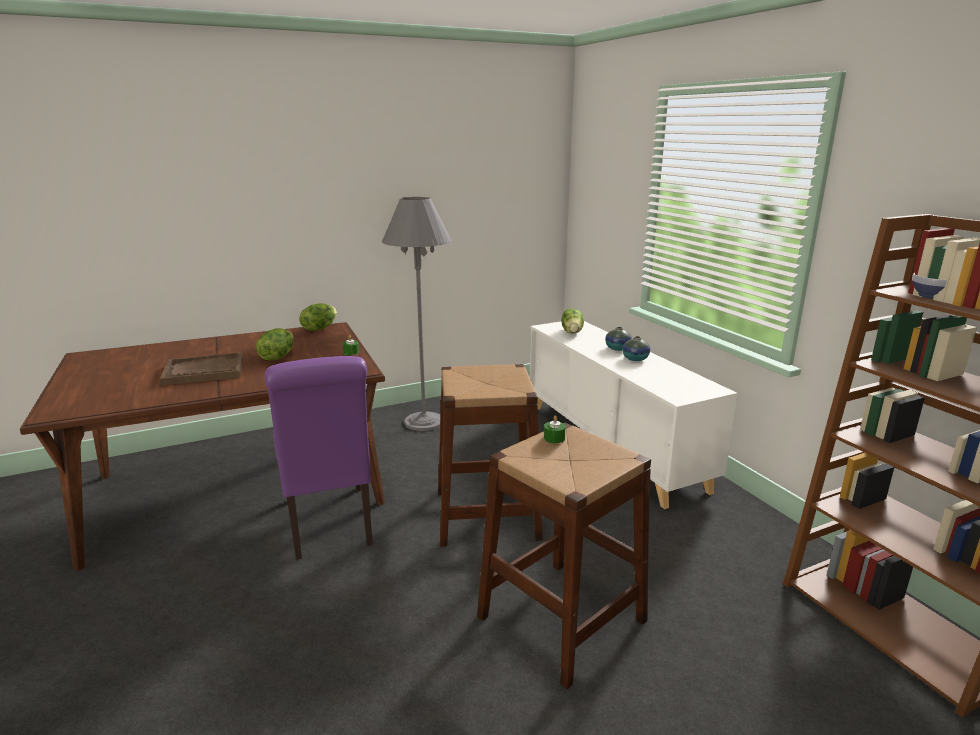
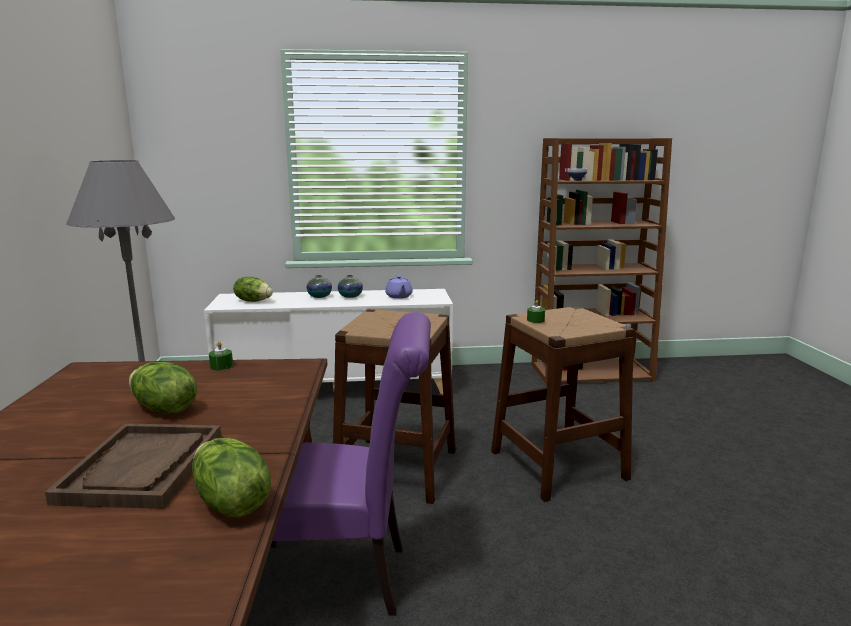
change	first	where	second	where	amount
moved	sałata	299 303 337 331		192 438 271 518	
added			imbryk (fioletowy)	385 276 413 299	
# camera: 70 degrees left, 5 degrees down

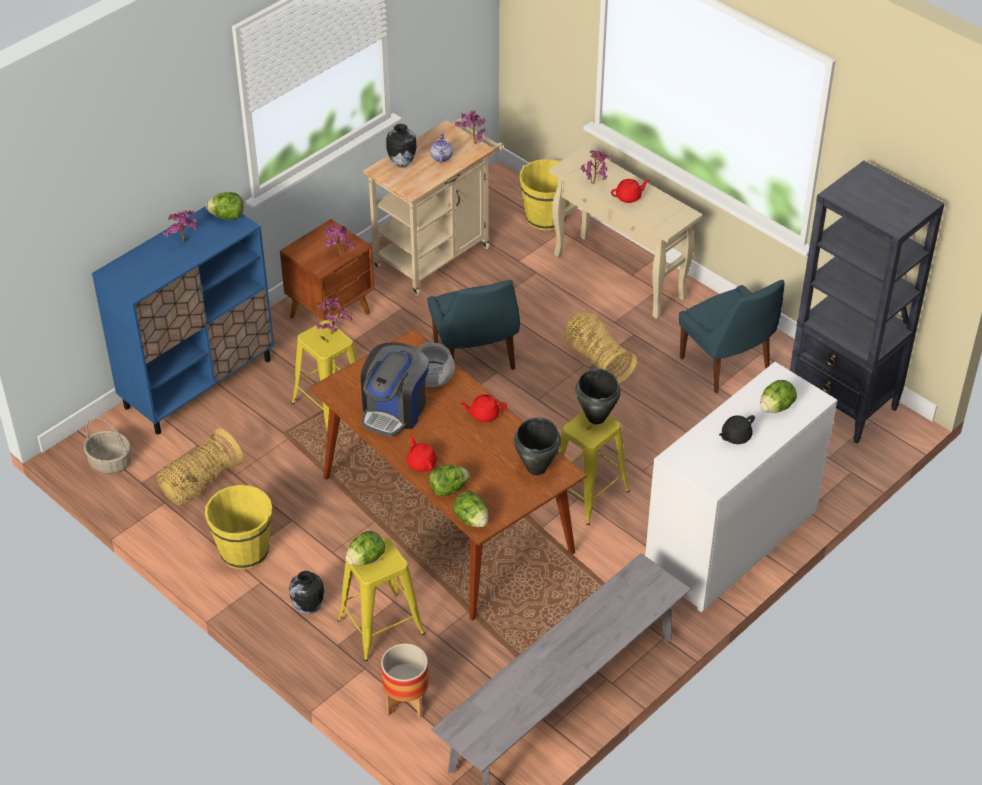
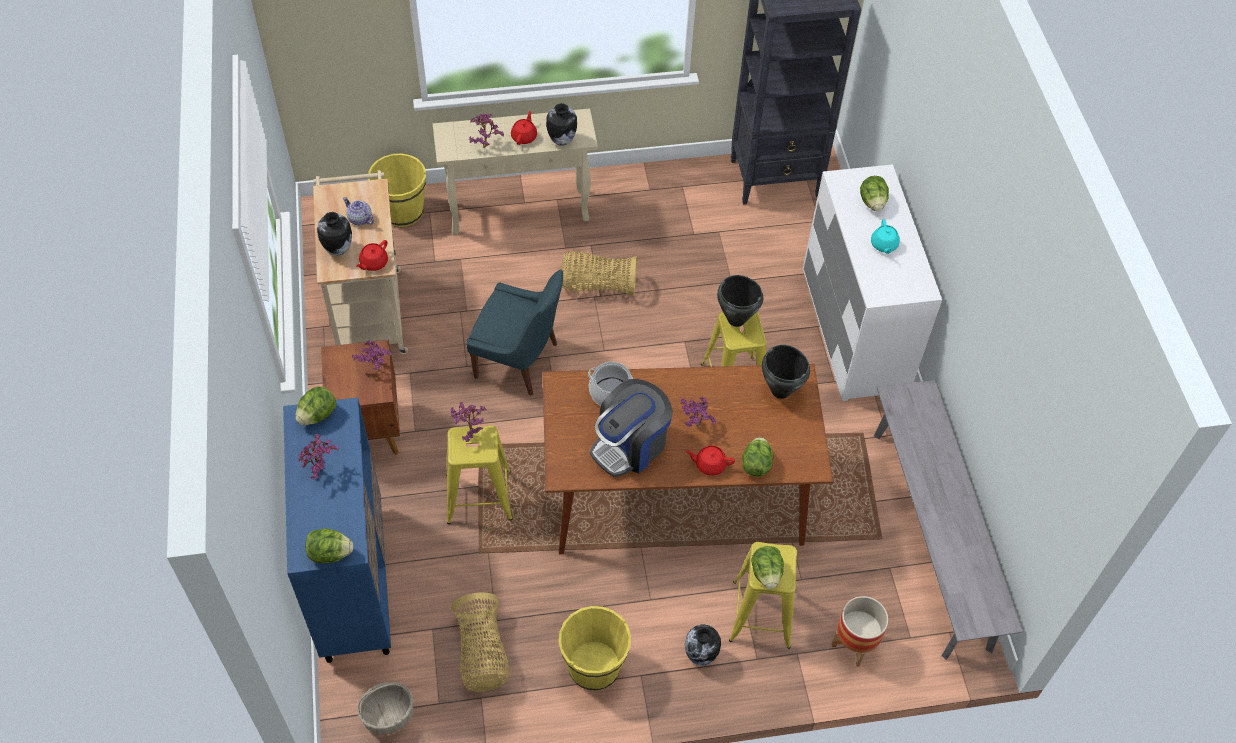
change	first	where	second	where	amount
turned	ekspres do kawy	361 342 429 437		590 379 673 477	75 degrees clockwise
moved	sałata	453 491 489 527		306 528 353 563	
moved	roślina doniczkowa	456 110 486 144		680 397 716 427	
moved	imbryk (czerwony)	460 395 507 422		356 240 388 271	
removed	krzesło (niebieski)	679 280 784 393			
recoloured	imbryk (czarny)	719 415 755 444	imbryk (turkusowy)	871 219 900 254	
added			wazon	546 103 577 146	
# camera: 55 degrees left, 10 degrees up

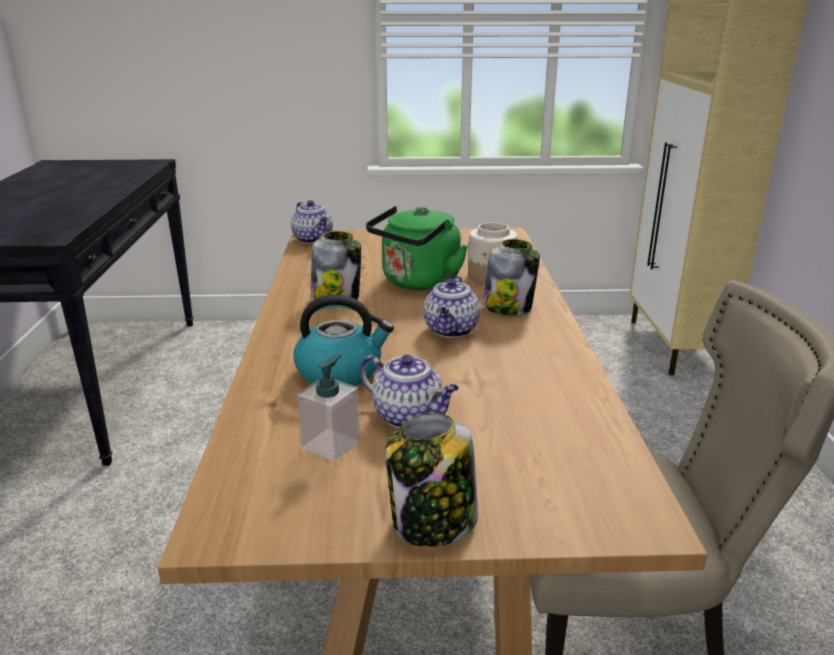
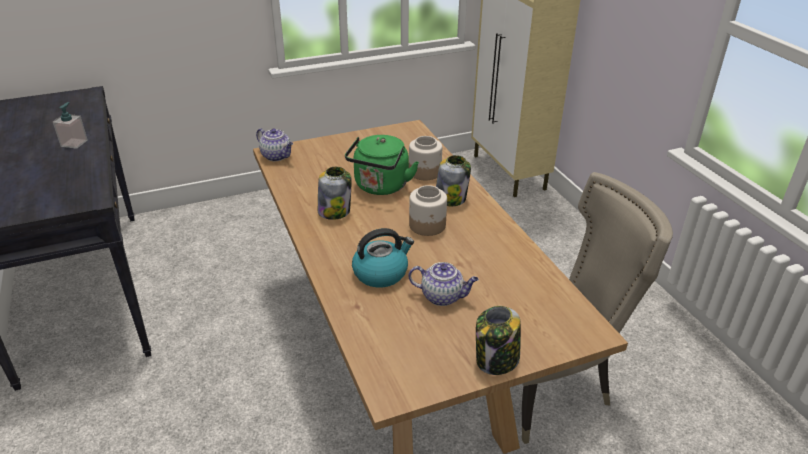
change	first	where	second	where	amount
moved	dozownik mydła	297 354 360 461		53 102 88 149	
replaced	imbryk	424 276 480 338	słoik	409 185 447 236	
# camera: 20 degrees left, 10 degrees up

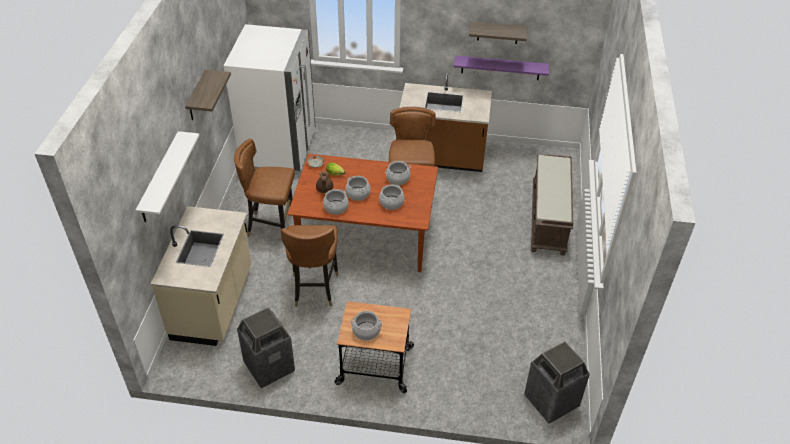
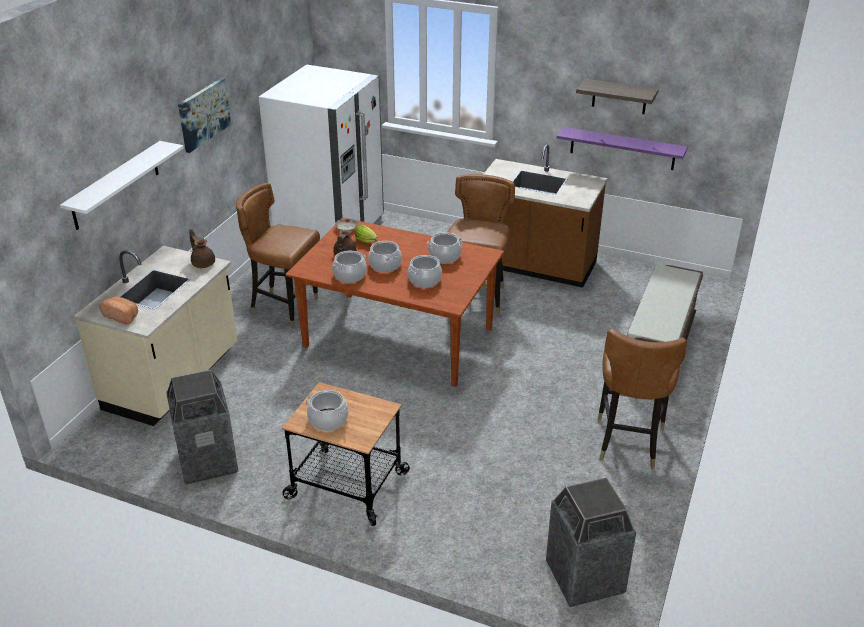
change	first	where	second	where	amount
replaced	półka	185 70 231 120	obraz	178 78 231 153	
moved	krzesło (brązowy)	281 225 338 307		598 329 687 468	
added			chleb	99 296 138 324	
added			imbryk (brązowy)	189 229 215 268	
# camera: 15 degrees right, 10 degrees down

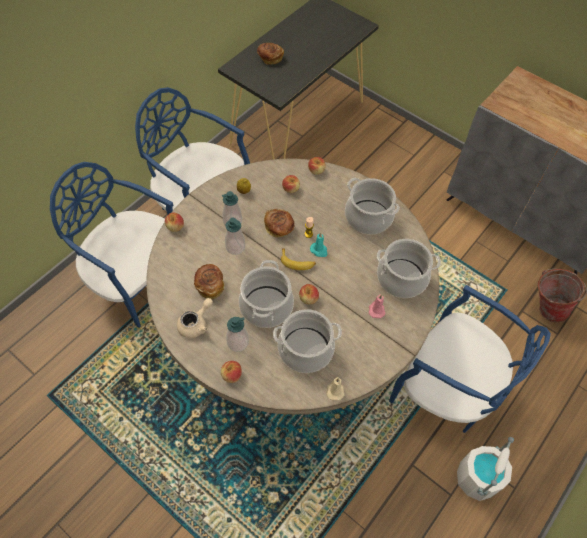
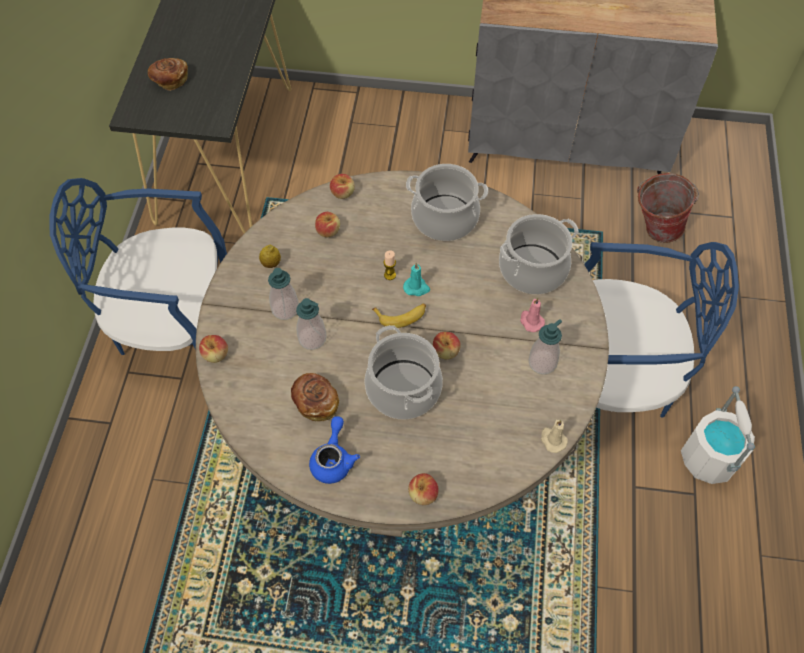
change	first	where	second	where	amount
removed	krzesło (niebieski)	50 162 173 328			
recoloured	imbryk (beżowy)	177 298 213 338	imbryk (niebieski)	309 416 360 484	
moved	dozownik mydła	226 317 249 352		528 319 562 374	
removed	chleb	264 209 294 237			
removed	garnek	273 309 342 373			
# camera: 30 degrees left, 0 degrees up

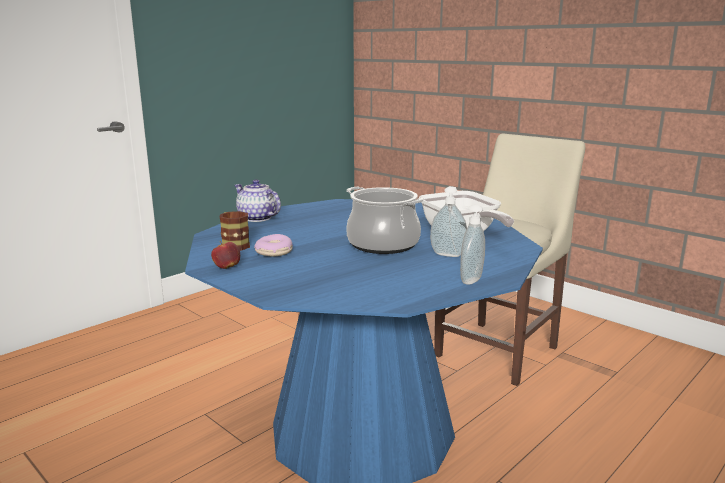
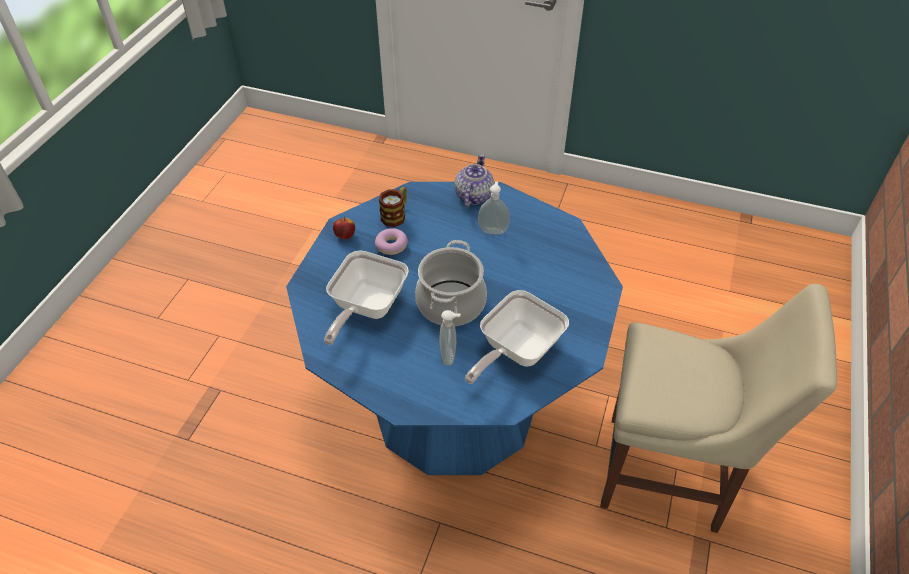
change	first	where	second	where	amount
moved	dozownik mydła	460 204 485 285		478 181 510 234	
added			patelnia	324 250 409 345	
# camera: 65 degrees right, 30 degrees up

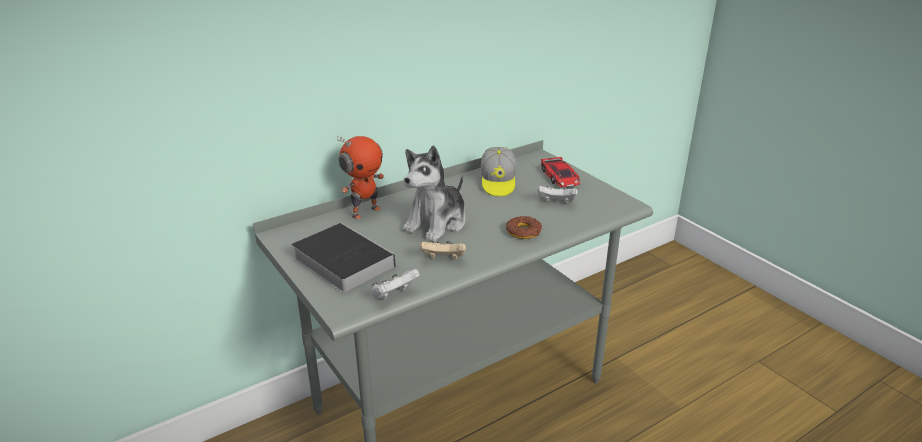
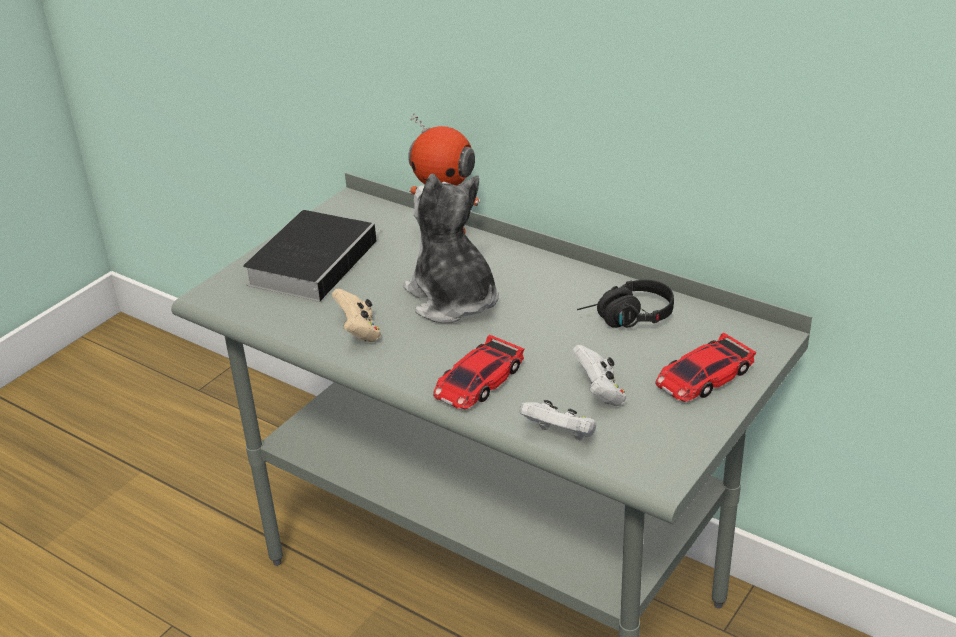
change	first	where	second	where	amount
moved	pad do gier (biały)	372 269 420 300		520 400 596 441	
turned	pluszak	402 145 466 242		404 174 499 323	45 degrees clockwise
replaced	czapka z daszkiem	481 147 516 197	słuchawki (czarny)	577 280 674 328	
replaced	donut	505 216 542 239	samochodzik	433 335 524 409	
# camera: 70 degrees right, 5 degrees up

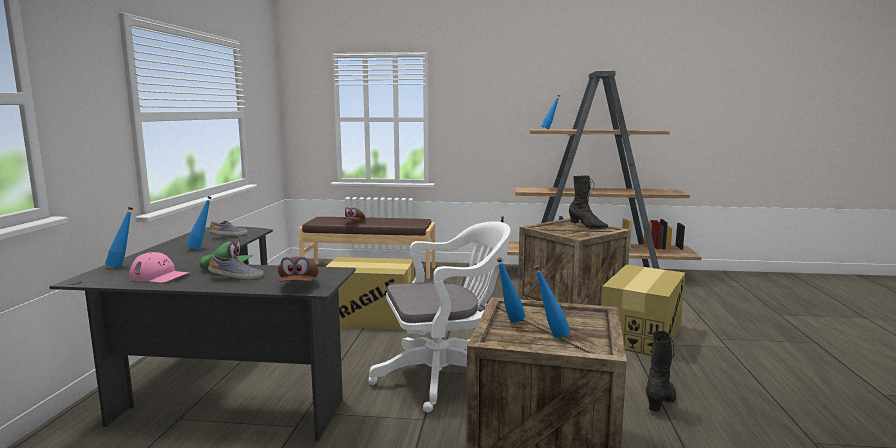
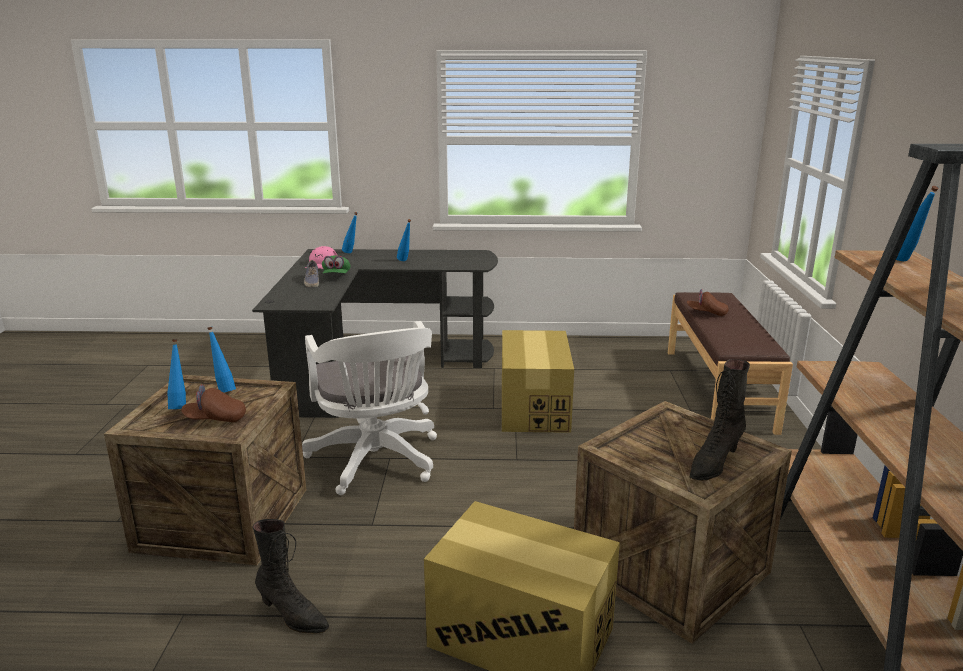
change	first	where	second	where	amount
removed	but	209 221 248 235			
moved	czapka z daszkiem (brązowy)	278 257 319 282		181 385 246 422	
# camera: 85 degrees right, 10 degrees up

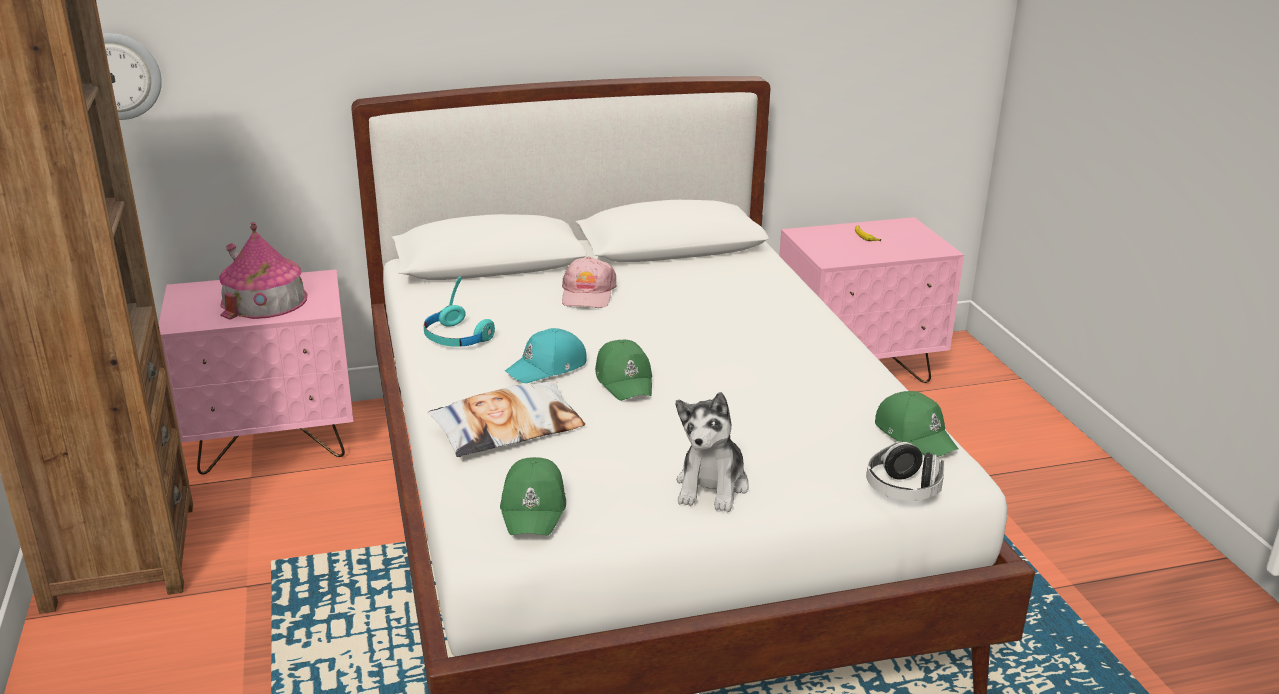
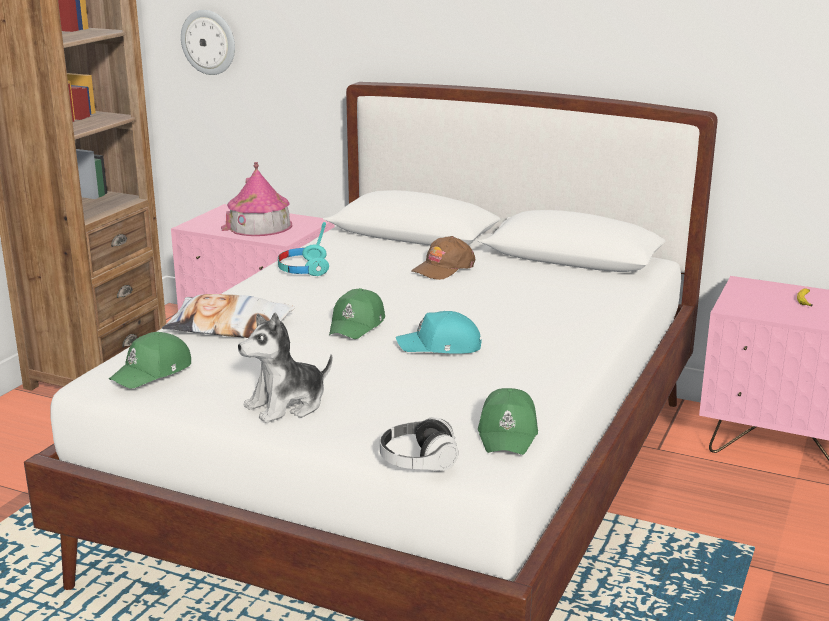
change	first	where	second	where	amount
moved	czapka z daszkiem (turkusowy)	505 328 587 383		396 311 482 354	
recoloured	czapka z daszkiem (różowy)	562 256 617 308	czapka z daszkiem (brązowy)	411 236 475 280	
# camera: 40 degrees right, 5 degrees down

